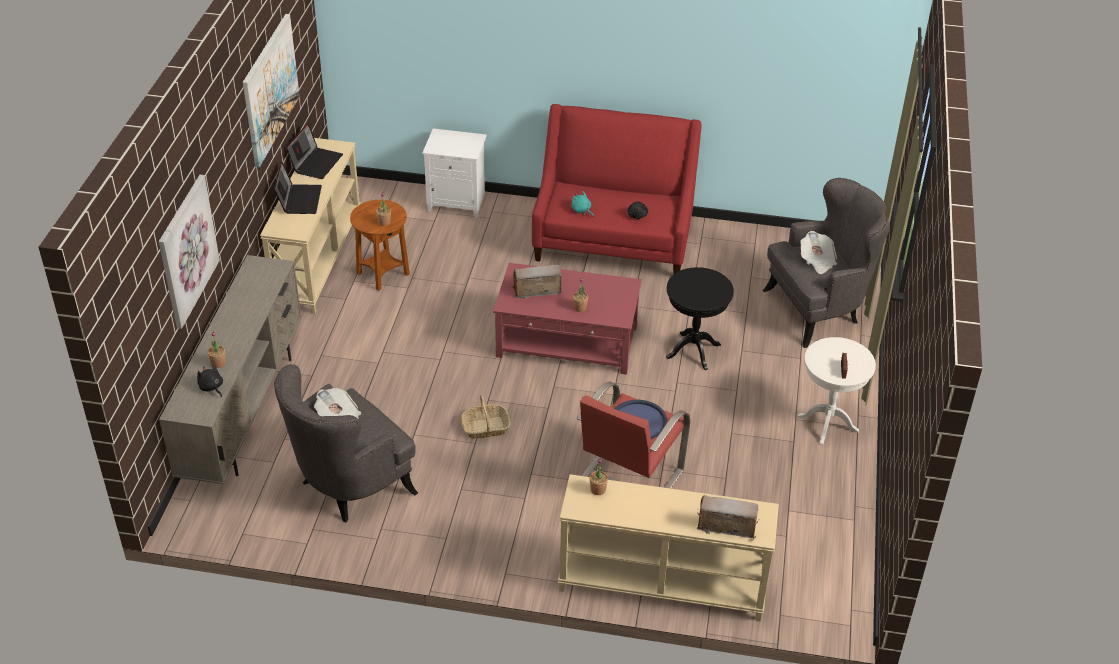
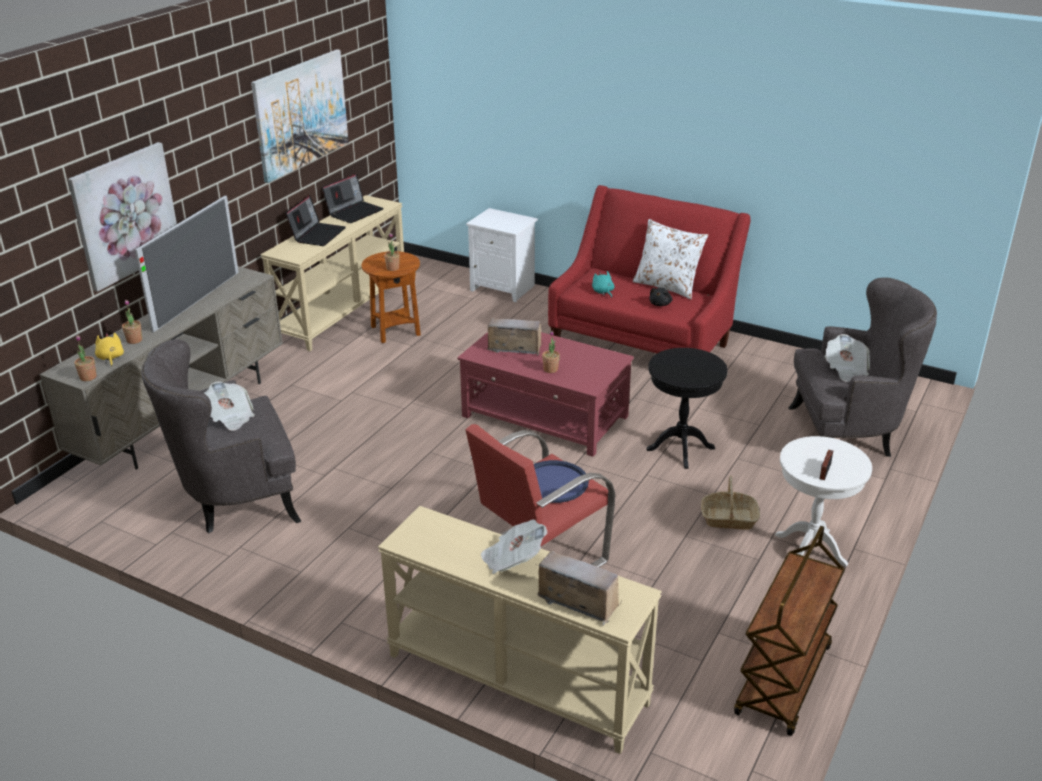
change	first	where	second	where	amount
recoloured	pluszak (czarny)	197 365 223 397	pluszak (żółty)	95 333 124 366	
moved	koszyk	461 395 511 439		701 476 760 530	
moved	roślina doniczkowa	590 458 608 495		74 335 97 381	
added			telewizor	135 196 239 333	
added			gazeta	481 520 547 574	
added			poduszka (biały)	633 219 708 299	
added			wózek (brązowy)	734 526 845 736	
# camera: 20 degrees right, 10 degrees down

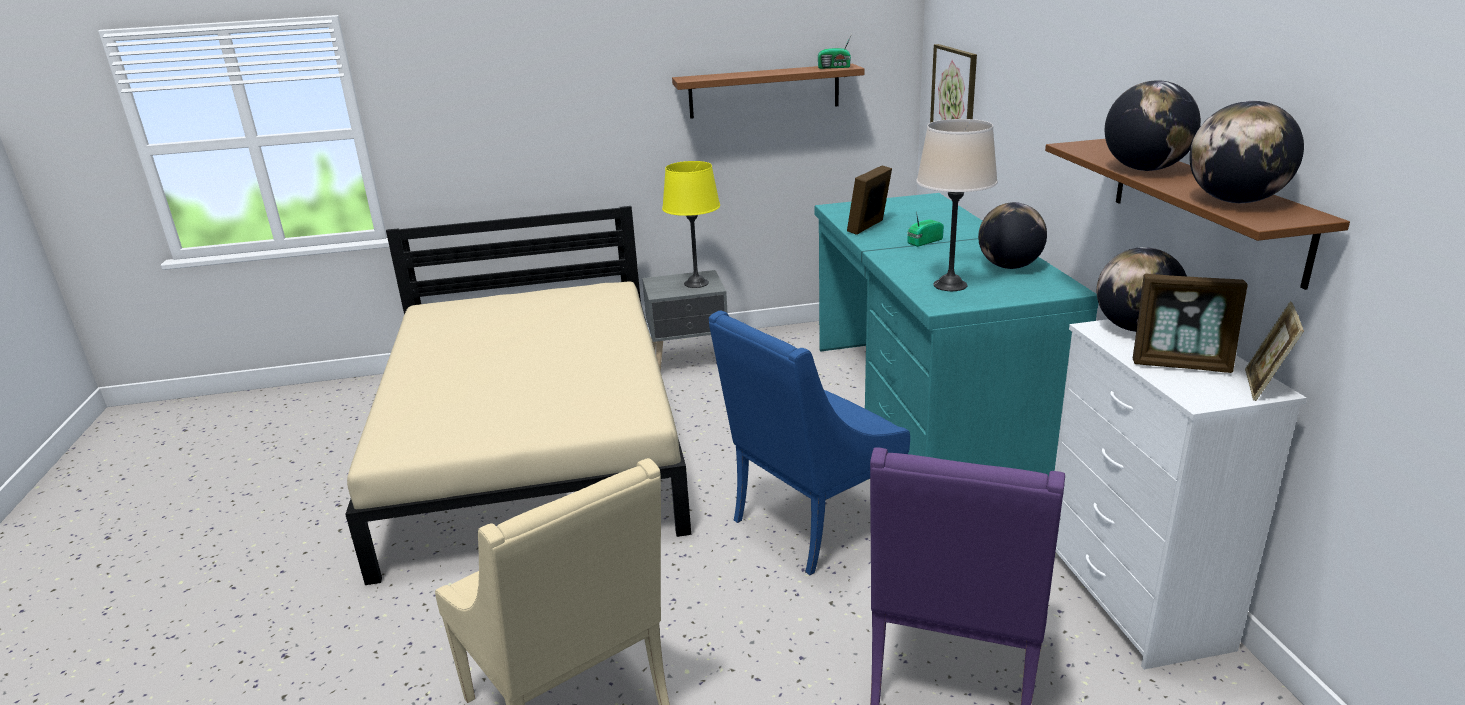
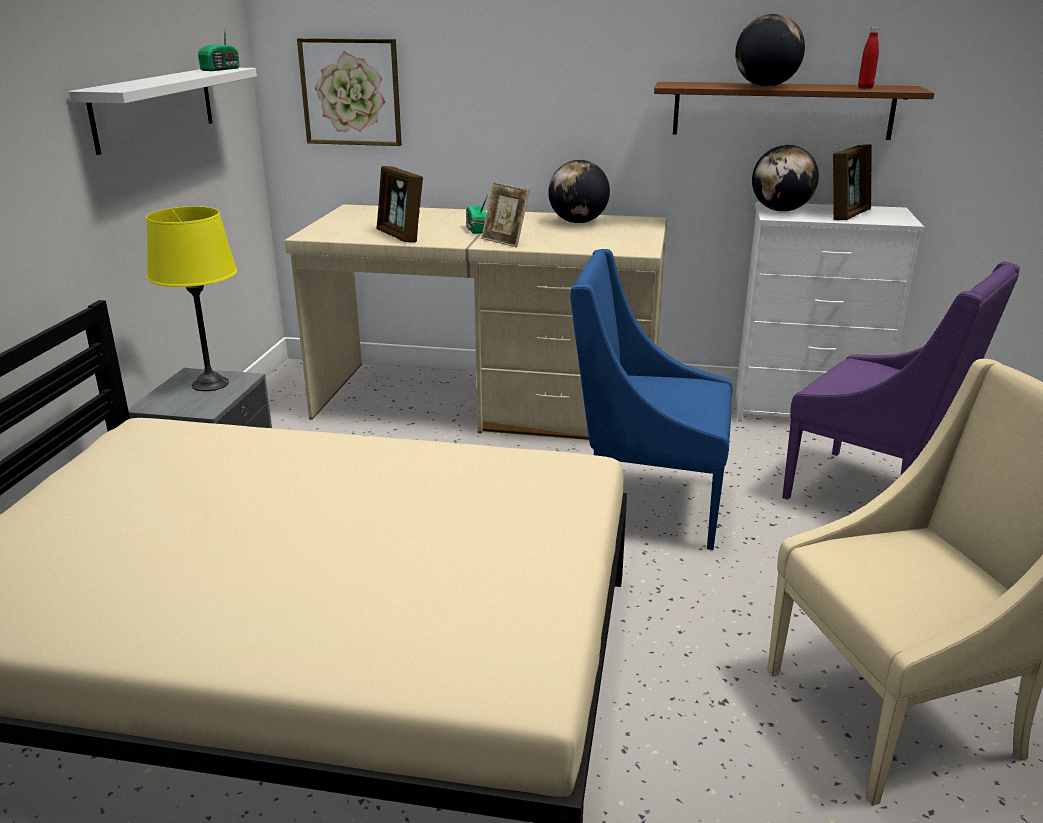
change	first	where	second	where	amount
recoloured	półka (brązowy)	672 64 865 119	półka (biały)	69 68 257 155	
turned	fotel (niebieski)	709 310 910 575		570 249 733 550	120 degrees clockwise
recoloured	biurko (turkusowy)	815 193 1099 477	biurko (beżowy)	285 204 667 440	
removed	lampa stołowa (beżowy)	916 119 998 291			
replaced	globus	1189 101 1304 203	butelka (czerwony)	858 27 880 89	
moved	ramka na zdjęcie	1245 302 1304 401		481 182 530 247	
# camera: 70 degrees left, 0 degrees up

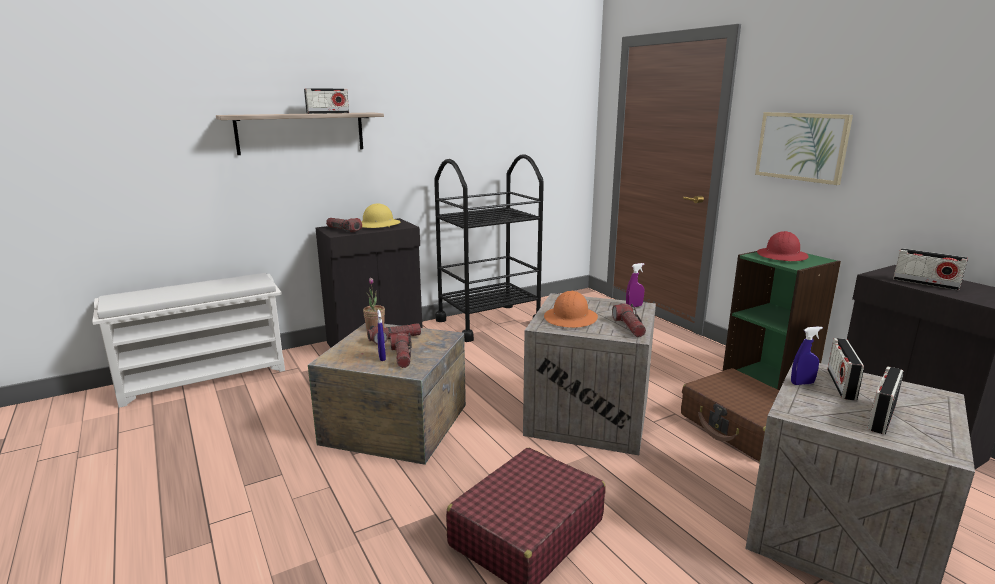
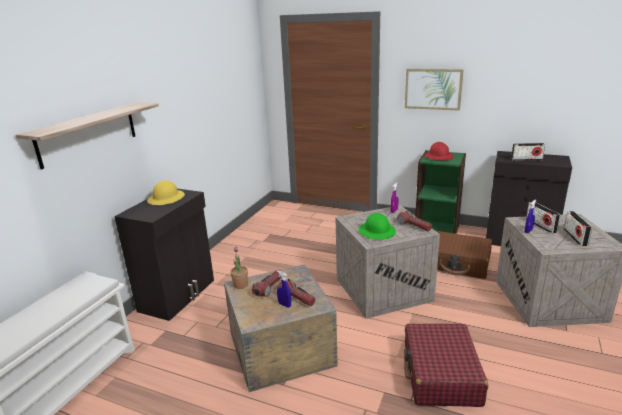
change	first	where	second	where	amount
removed	radio	304 89 349 114			
removed	latarka	326 218 362 232			
removed	wózek (czarny)	434 154 544 342			
recoloured	kask (pomarańczowy)	544 291 598 328	kask (zielony)	359 213 396 240	
# camera: 35 degrees left, 5 degrees up

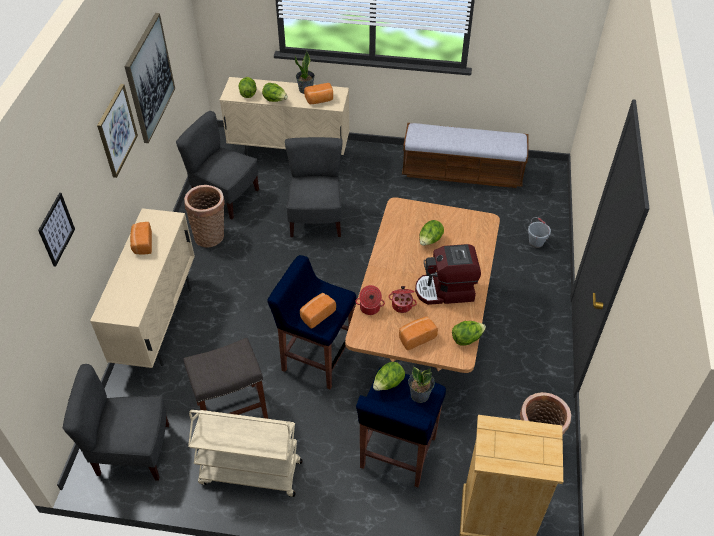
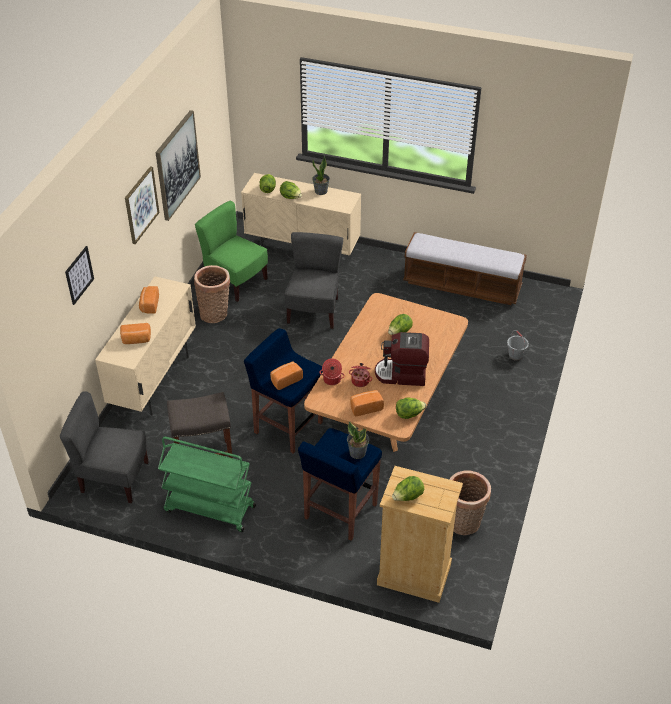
change	first	where	second	where	amount
recoloured	krzesło (szary)	176 111 259 219	krzesło (zielony)	195 201 268 302	
recoloured	wózek (beżowy)	188 410 303 497	wózek (zielony)	158 437 256 532	
moved	chleb	304 83 333 104		120 323 151 344	
moved	sałata	373 362 405 391		392 476 424 501	
# camera: 10 degrees right, 5 degrees down

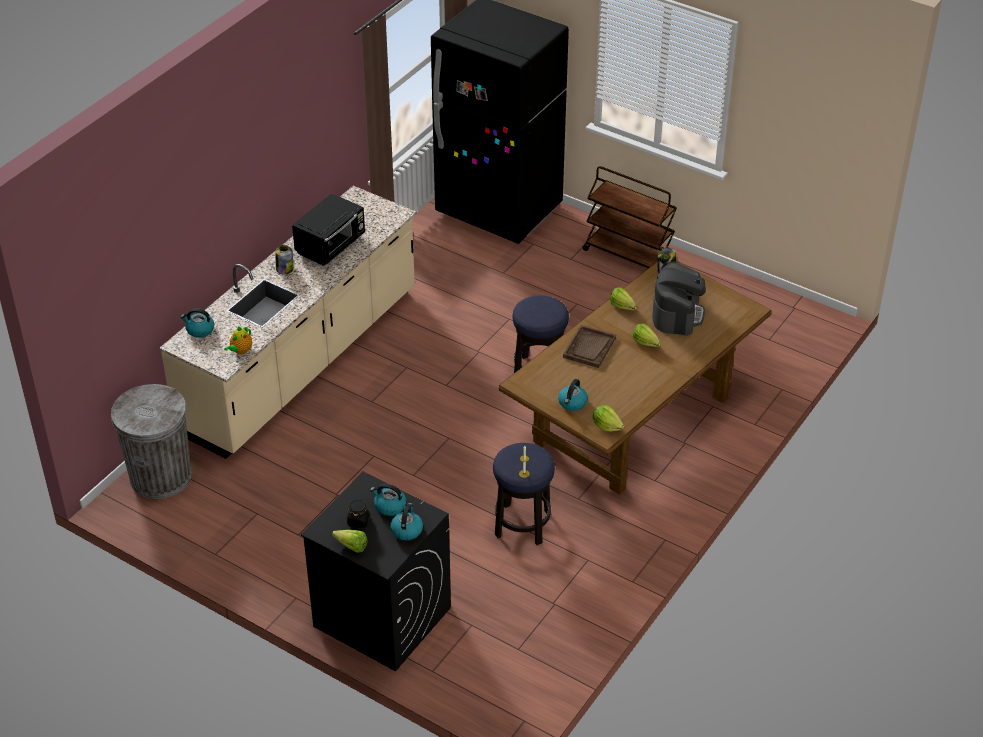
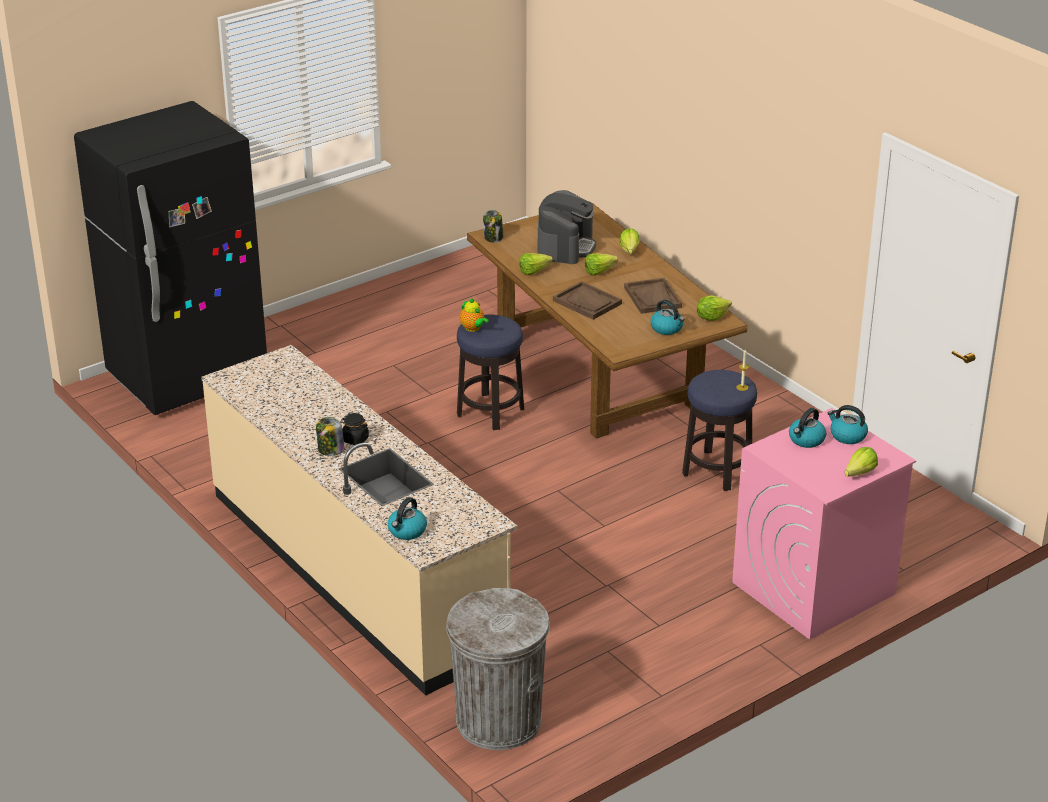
change	first	where	second	where	amount
moved	imbryk	224 327 252 355		460 298 489 332	
removed	mikrofalówka (czarny)	292 193 365 266			
recoloured	pralka (czarny)	301 472 451 671	pralka (różowy)	732 408 916 640	
moved	słoik (czarny)	347 500 369 528		340 413 369 445	
removed	wózek (brązowy)	582 166 677 270			
turned	ekspres do kawy	652 263 706 336		538 190 596 264	75 degrees clockwise
added			sałata	619 228 640 254	
added			taca (brązowy)	624 278 682 314	
# camera: 70 degrees left, 10 degrees down

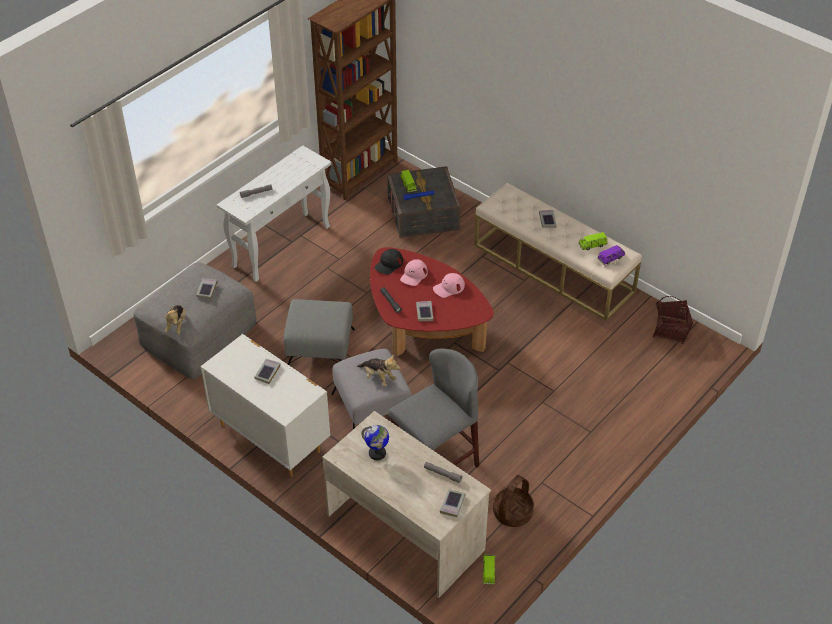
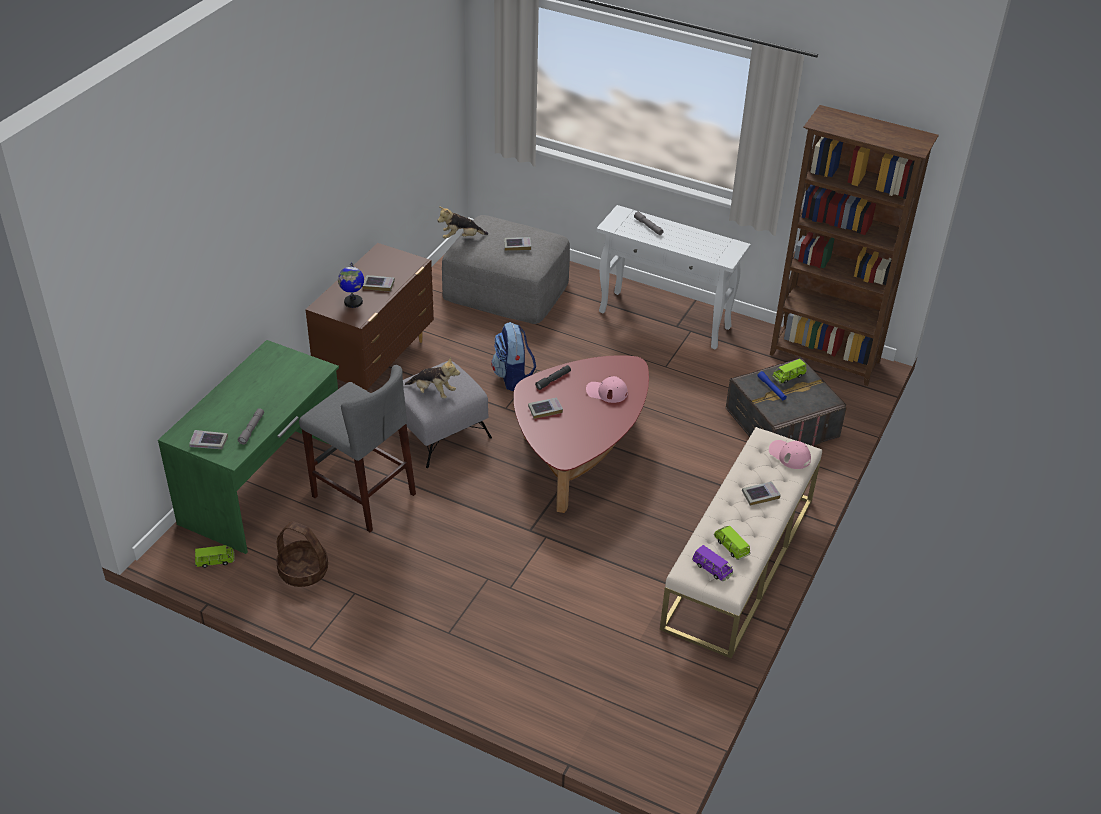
change	first	where	second	where	amount
recoloured	komoda (biały)	200 334 330 477	komoda (brązowy)	305 243 434 390	
replaced	pufa (szary)	284 299 355 365	plecak	491 322 536 391	
recoloured	biurko (beżowy)	322 411 491 598	biurko (zielony)	158 340 339 554	
turned	pluszak	357 356 400 387		405 357 460 399	90 degrees counterclockwise
moved	globus	361 425 389 460		338 262 364 308	
removed	czapka z daszkiem (czarny)	374 249 403 275			
moved	czapka z daszkiem (różowy)	433 273 465 298		769 440 811 469	
removed	koszyk	653 296 693 344			
# camera: 75 degrees right, 5 degrees down

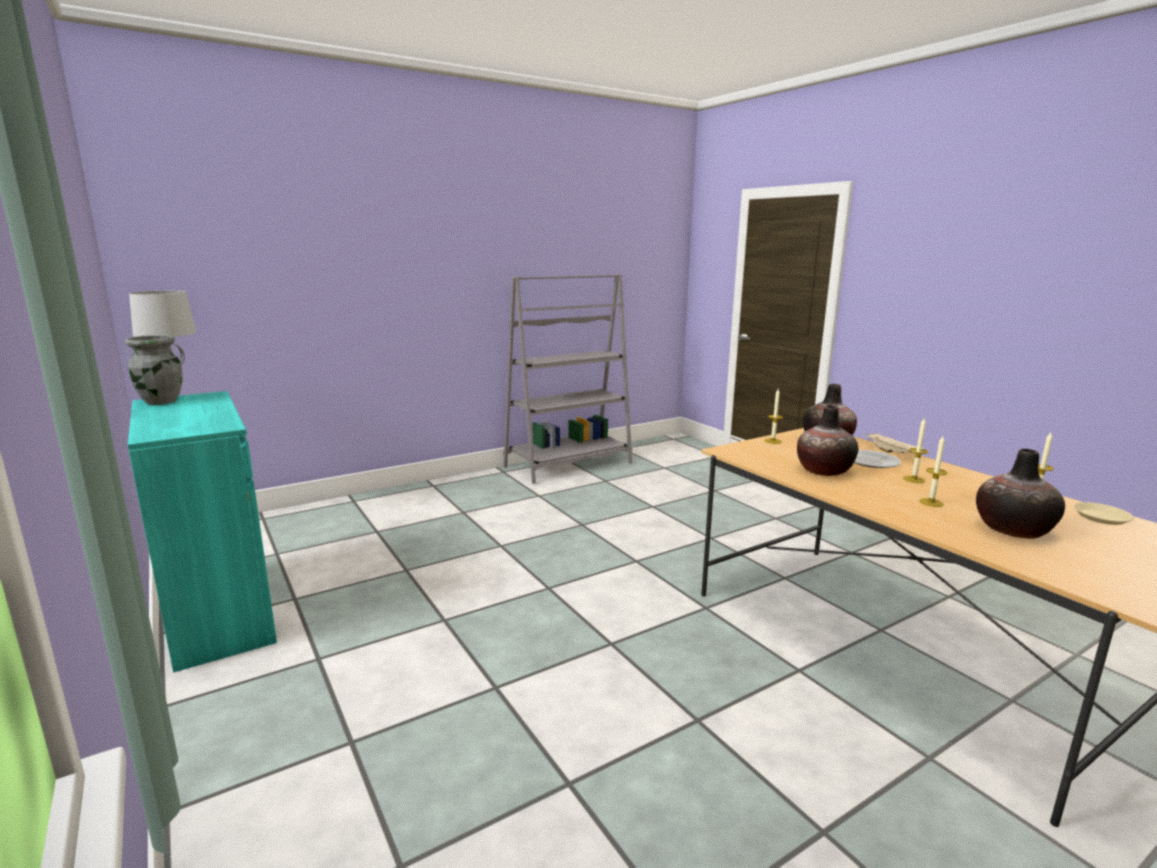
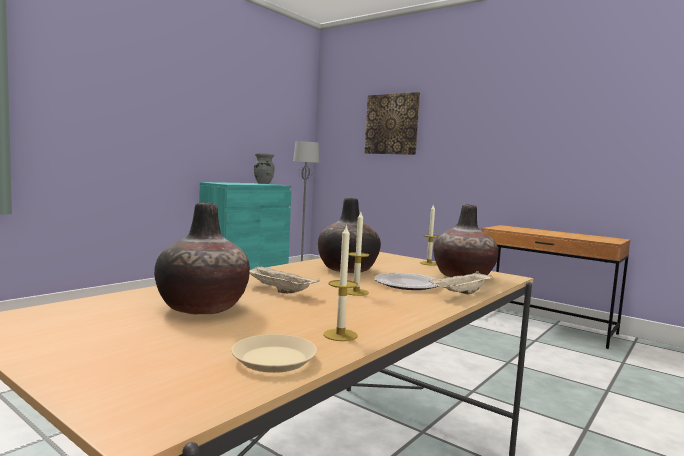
change	first	where	second	where	amount
replaced	regał (szary)	503 274 632 484	biurko (brązowy)	481 225 631 349	
replaced	świeca	919 436 947 507	taca (beżowy)	249 266 320 293	
added			obraz	365 92 420 155	
# camera: 70 degrees right, 10 degrees down

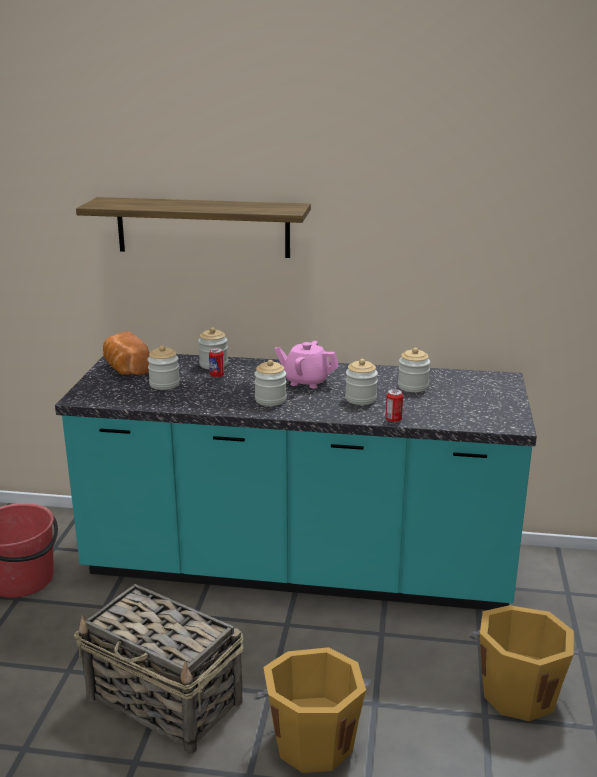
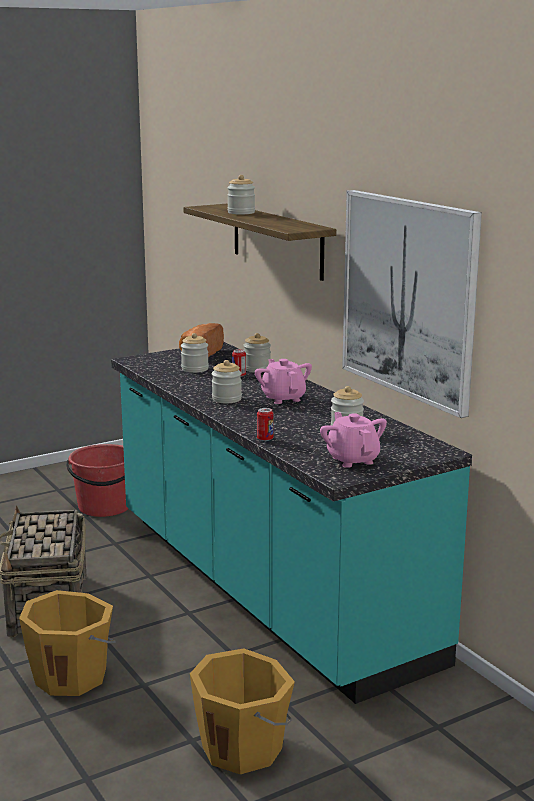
change	first	where	second	where	amount
moved	słoik	345 359 378 405		227 175 255 215	
added			imbryk (różowy)	320 412 387 468	
added			obraz	342 190 482 418	
# camera: 50 degrees right, 5 degrees down

